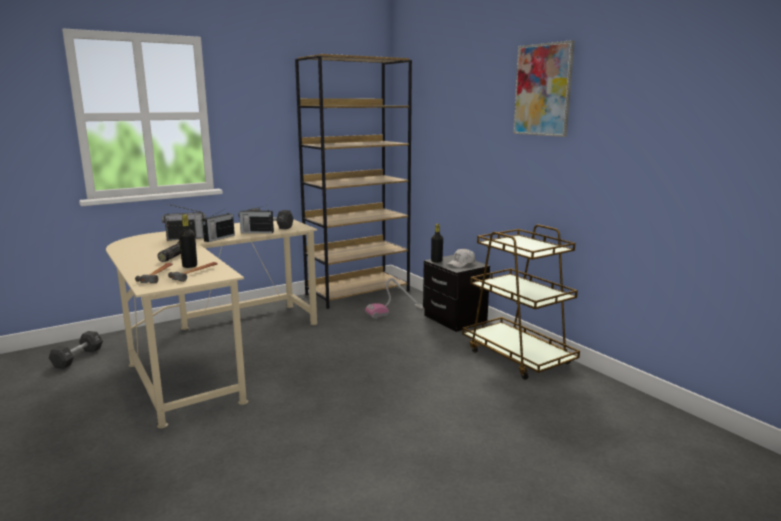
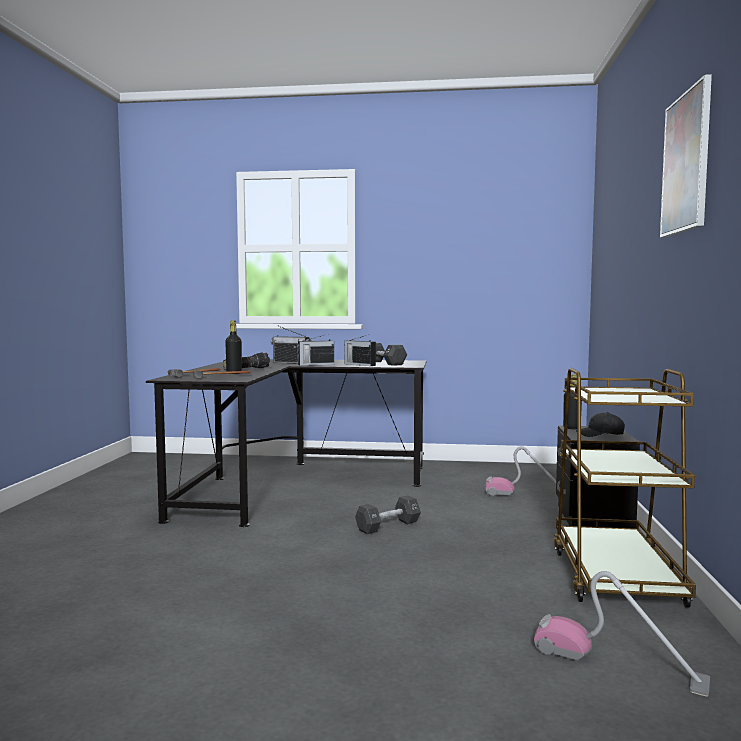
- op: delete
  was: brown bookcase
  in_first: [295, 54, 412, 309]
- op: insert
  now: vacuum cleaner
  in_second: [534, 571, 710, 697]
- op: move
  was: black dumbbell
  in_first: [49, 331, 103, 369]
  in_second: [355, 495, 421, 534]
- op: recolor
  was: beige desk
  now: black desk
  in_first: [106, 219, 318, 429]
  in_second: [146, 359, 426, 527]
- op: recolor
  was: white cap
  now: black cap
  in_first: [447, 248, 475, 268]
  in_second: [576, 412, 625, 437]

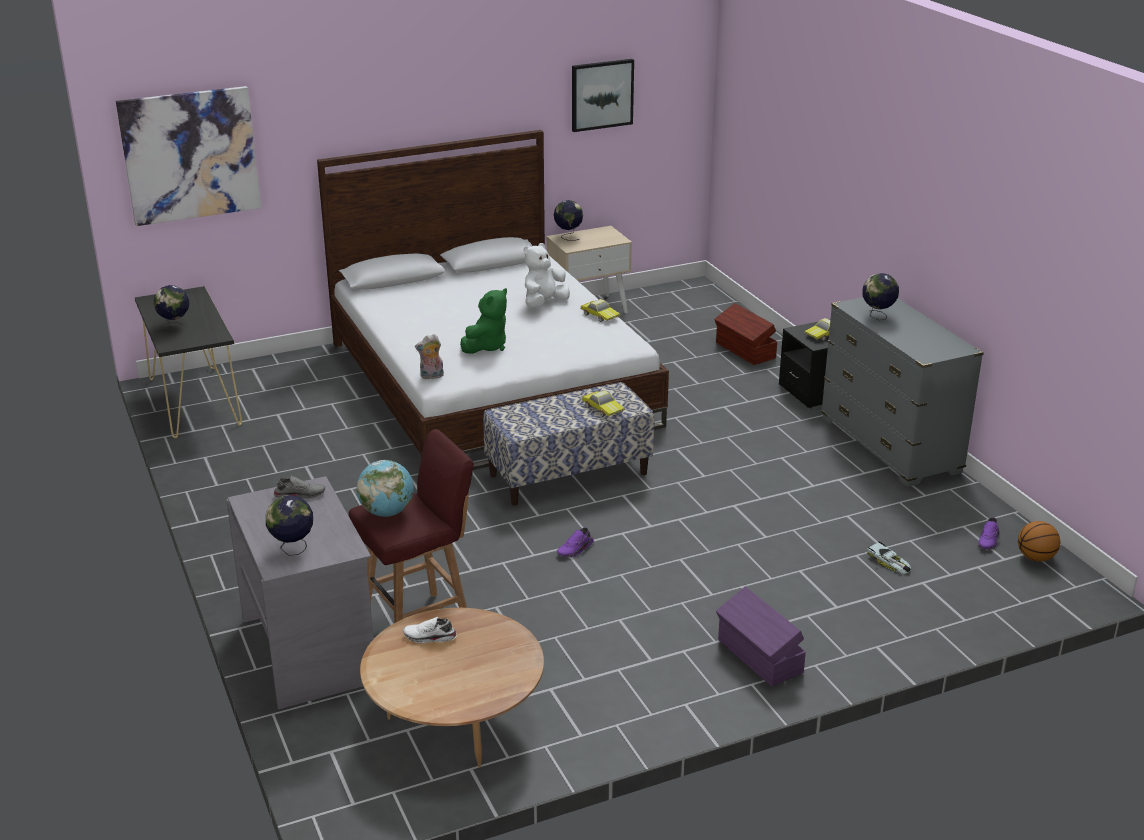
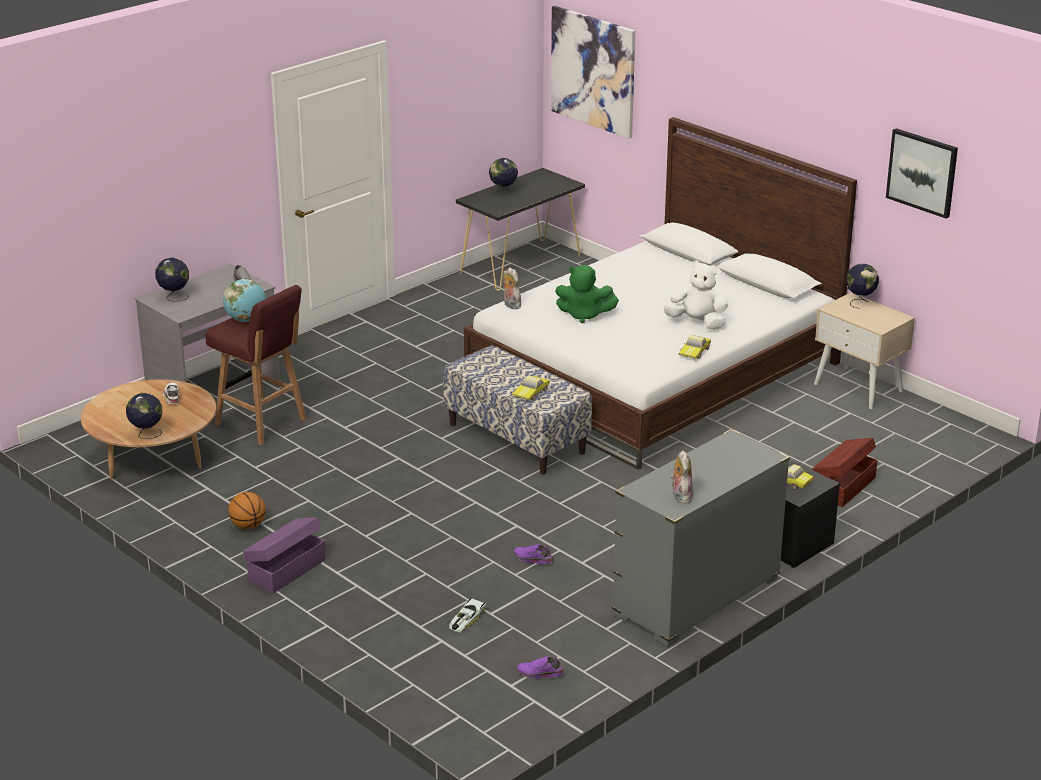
- op: insert
  now: plush toy
  in_second: [670, 450, 693, 504]
- op: move
  was: purple shoe
  in_first: [557, 527, 594, 558]
  in_second: [514, 544, 554, 565]
- op: move
  was: globe
  in_first: [862, 273, 899, 320]
  in_second: [126, 393, 162, 439]
- op: move
  was: basketball
  in_first: [1018, 521, 1060, 562]
  in_second: [228, 492, 266, 529]

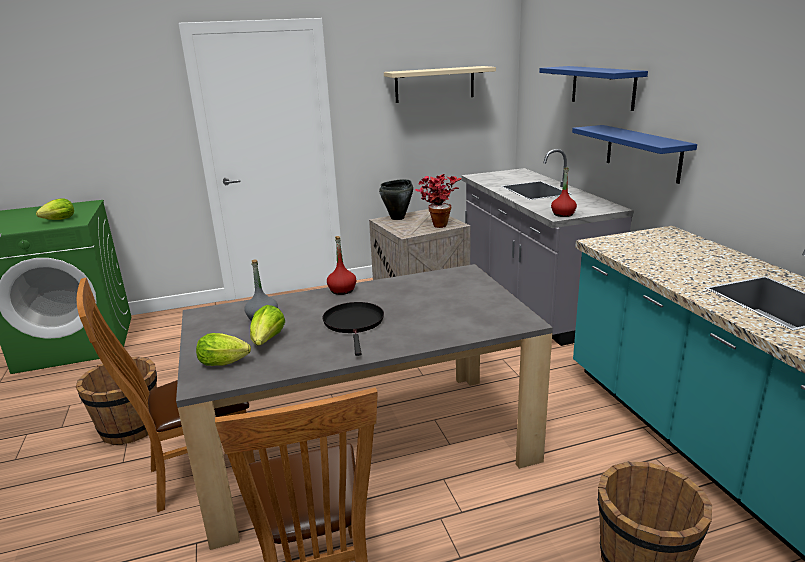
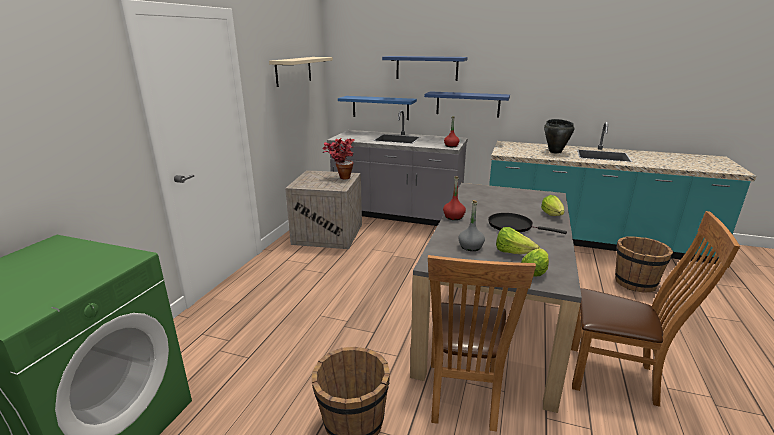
- op: insert
  now: blue shelf
  in_second: [338, 96, 417, 120]
- op: move
  was: lettuce
  in_first: [36, 198, 74, 220]
  in_second: [541, 195, 564, 216]
- op: move
  was: black cooking pot
  in_first: [379, 179, 413, 220]
  in_second: [544, 119, 574, 154]

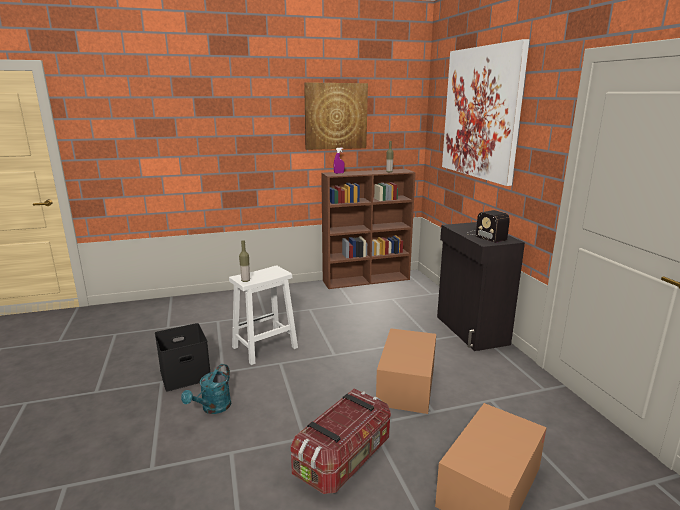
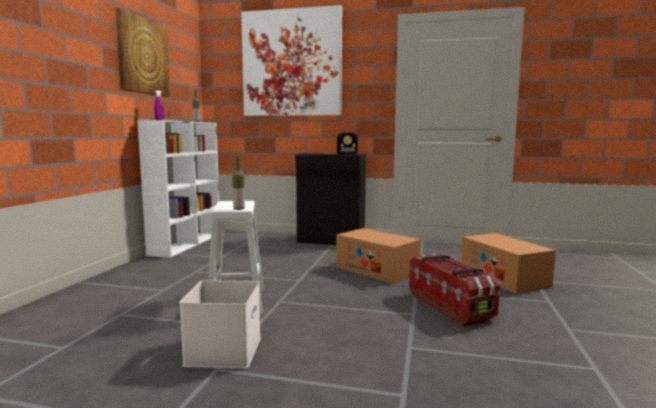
- op: delete
  was: turquoise watering can
  in_first: [181, 364, 231, 414]
- op: recolor
  was: black storage box
  now: white storage box
  in_first: [155, 323, 210, 392]
  in_second: [179, 280, 261, 369]
- op: recolor
  was: brown bookcase
  now: white bookcase
  in_first: [321, 169, 416, 289]
  in_second: [137, 120, 219, 258]

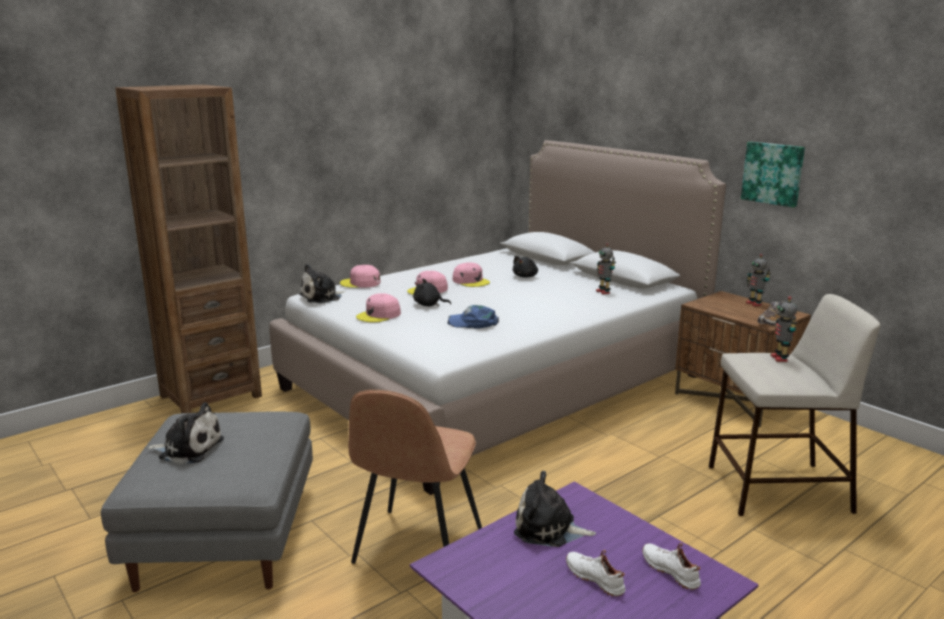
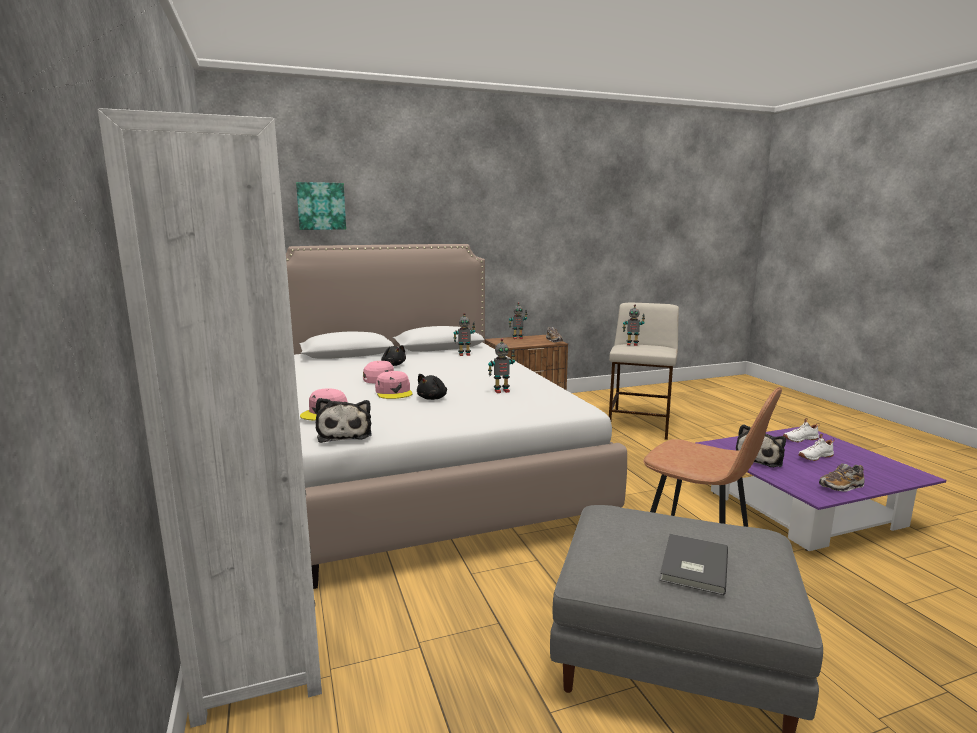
- op: delete
  was: pink cap
  in_first: [356, 293, 401, 322]
- op: insert
  now: shoe
  in_second: [819, 463, 865, 492]
- op: move
  was: picture
  in_first: [741, 142, 805, 208]
  in_second: [296, 182, 346, 230]
- op: replace
  was: plush toy
  now: grey book
  in_first: [147, 402, 224, 464]
  in_second: [660, 534, 728, 595]
- op: replace
  was: blue cap
  now: toy robot
  in_first: [447, 305, 499, 329]
  in_second: [488, 338, 515, 393]
- op: recolor
  was: brown bookcase
  now: white bookcase
  in_first: [115, 85, 262, 413]
  in_second: [97, 108, 322, 728]

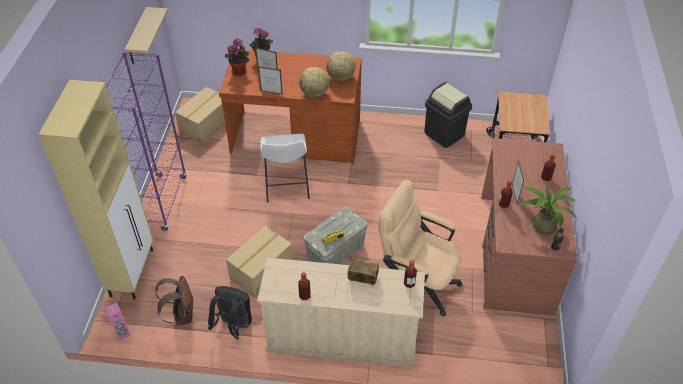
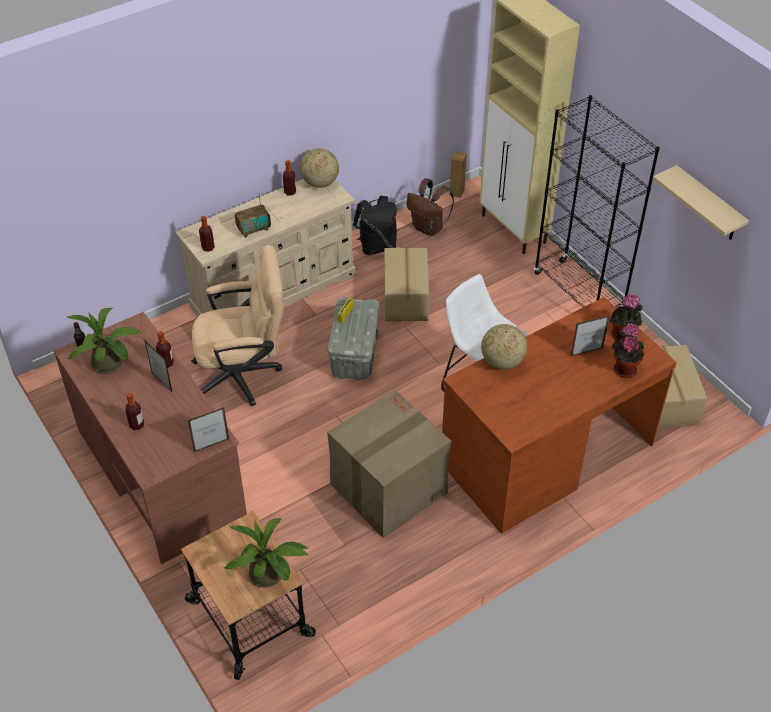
- op: delete
  was: black trash can
  in_first: [424, 82, 472, 148]
- op: insert
  now: potted plant
  in_second: [224, 518, 309, 588]
- op: insert
  now: cardboard box
  in_second: [327, 389, 451, 538]
- op: move
  was: picture frame
  in_first: [258, 66, 283, 95]
  in_second: [187, 407, 229, 452]
- op: move
  was: globe
  in_first: [326, 51, 356, 81]
  in_second: [300, 148, 339, 188]
- op: recolor
  was: pink speaker
  now: brown speaker
  in_first: [105, 302, 131, 341]
  in_second: [450, 152, 467, 198]
- op: recolor
  was: purple bookcase
  now: black bookcase
  in_first: [106, 52, 187, 231]
  in_second: [534, 95, 660, 308]

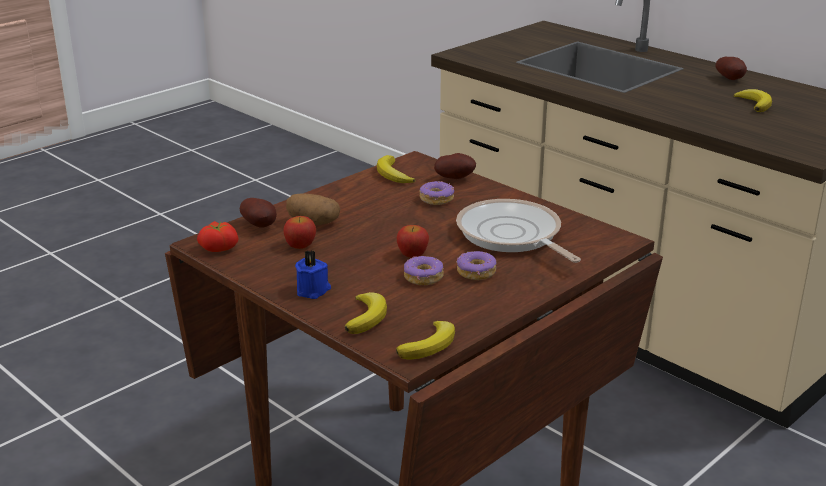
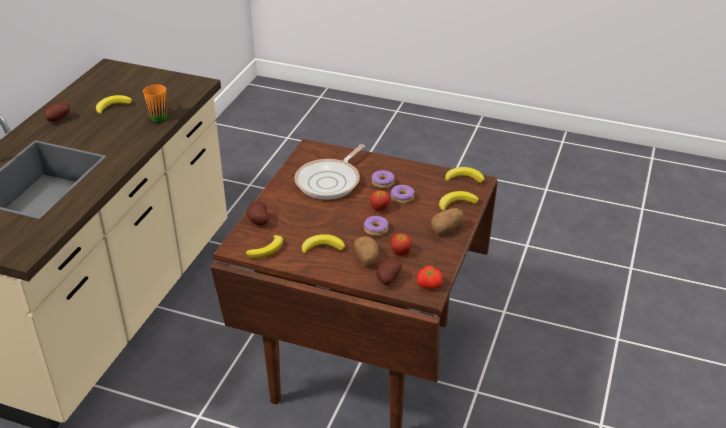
- op: insert
  now: orange mug
  in_second: [143, 84, 167, 123]
- op: insert
  now: banana
  in_second: [302, 234, 345, 255]
- op: move
  was: donut
  in_first: [420, 181, 454, 205]
  in_second: [364, 216, 389, 236]
- op: replace
  was: blue candle
  now: potato
  in_first: [295, 250, 331, 299]
  in_second: [431, 208, 463, 234]

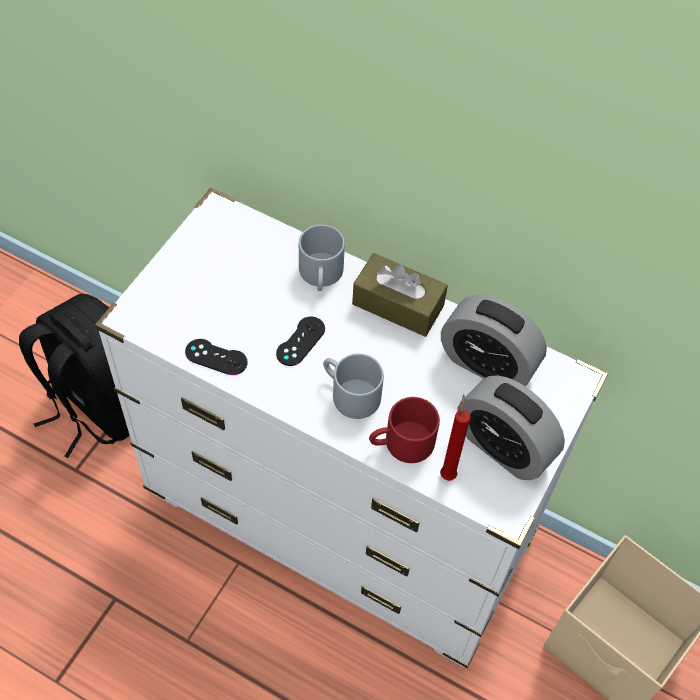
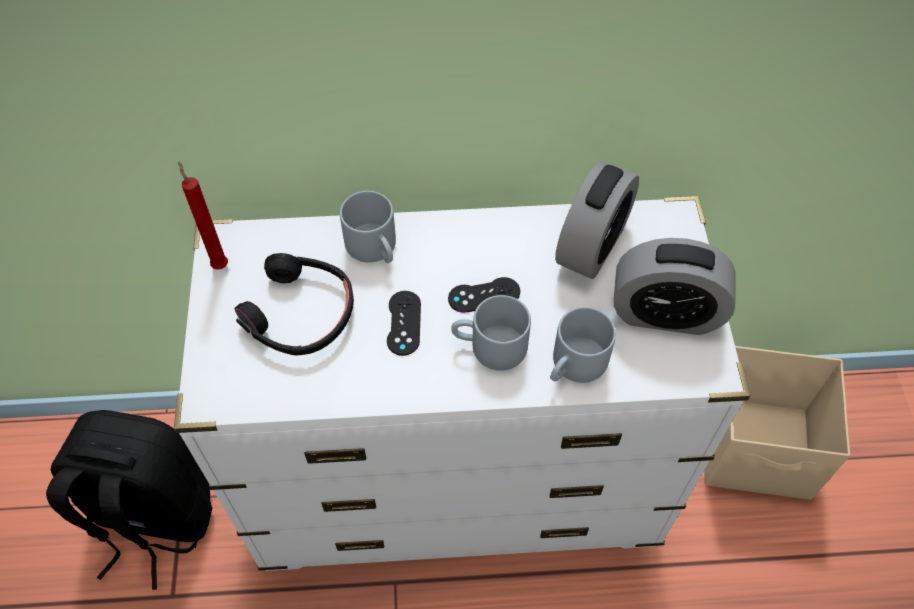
- op: delete
  was: brown tissue box
  in_first: [352, 253, 448, 337]
- op: insert
  now: black headphones
  in_second: [235, 253, 354, 355]
- op: move
  was: black game controller
  in_first: [185, 339, 248, 375]
  in_second: [448, 277, 520, 313]
- op: move
  was: red candle
  in_first: [440, 395, 471, 481]
  in_second: [178, 161, 228, 270]
- op: recolor
  was: red mug
  now: grey mug
  in_first: [369, 397, 440, 463]
  in_second: [550, 307, 616, 383]
- op: rotate
  was: alarm clock
  in_first: [441, 295, 547, 386]
  in_second: [555, 161, 639, 279]
  clockwise: -60

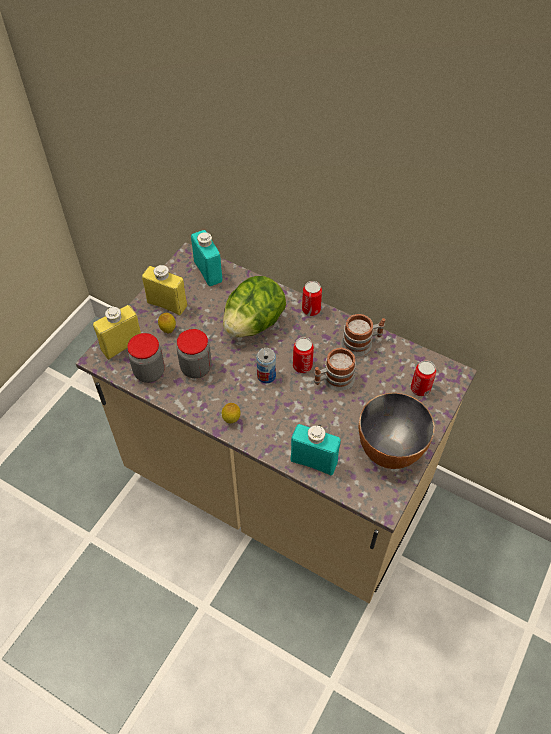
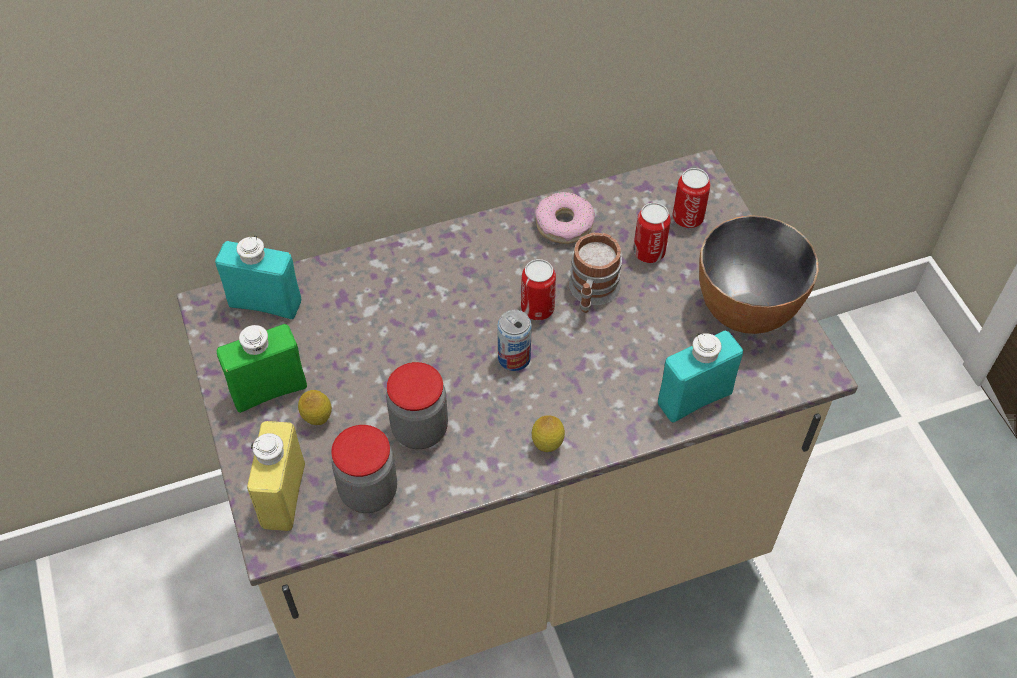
- op: delete
  was: lettuce
  in_first: [223, 276, 286, 338]
- op: move
  was: can
  in_first: [302, 281, 322, 316]
  in_second: [633, 203, 671, 263]
- op: replace
  was: mug
  now: donut
  in_first: [341, 314, 386, 356]
  in_second: [535, 192, 595, 244]
- op: recolor
  was: yellow bottle
  now: green bottle
  in_first: [142, 265, 187, 315]
  in_second: [217, 324, 307, 413]

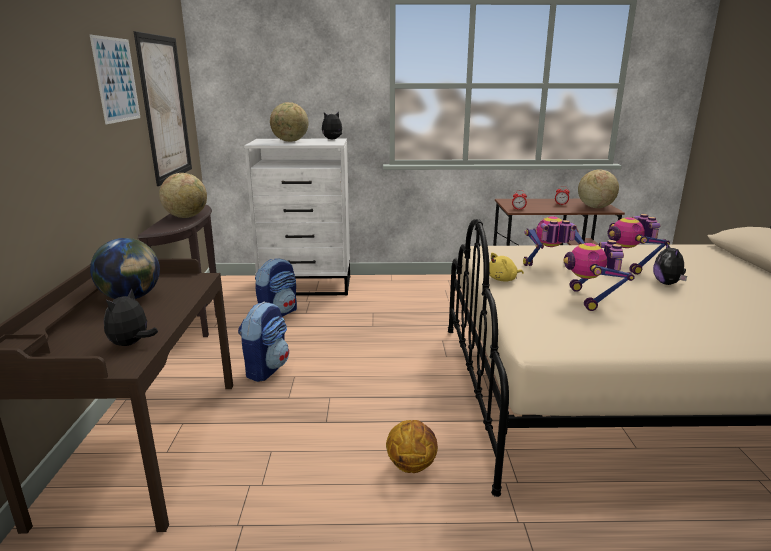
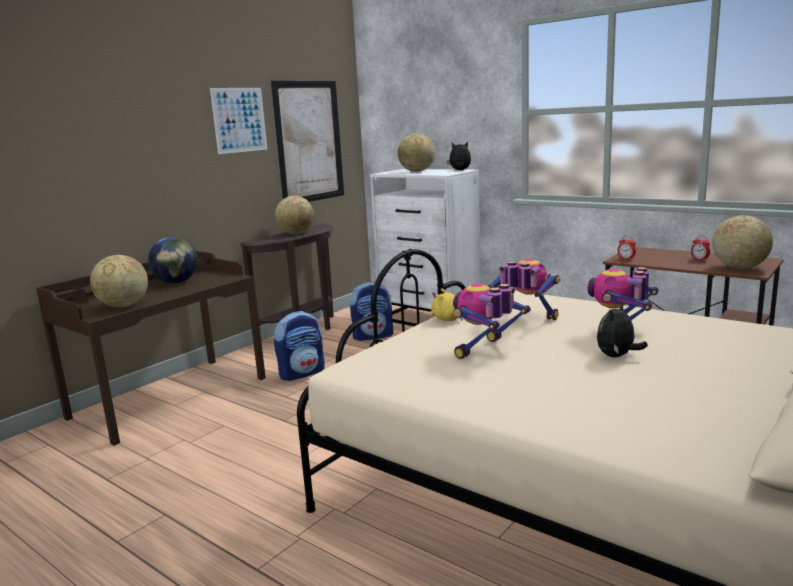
- op: delete
  was: basketball
  in_first: [386, 420, 438, 473]
- op: replace
  was: plush toy
  now: globe
  in_first: [104, 288, 158, 346]
  in_second: [90, 255, 148, 308]

